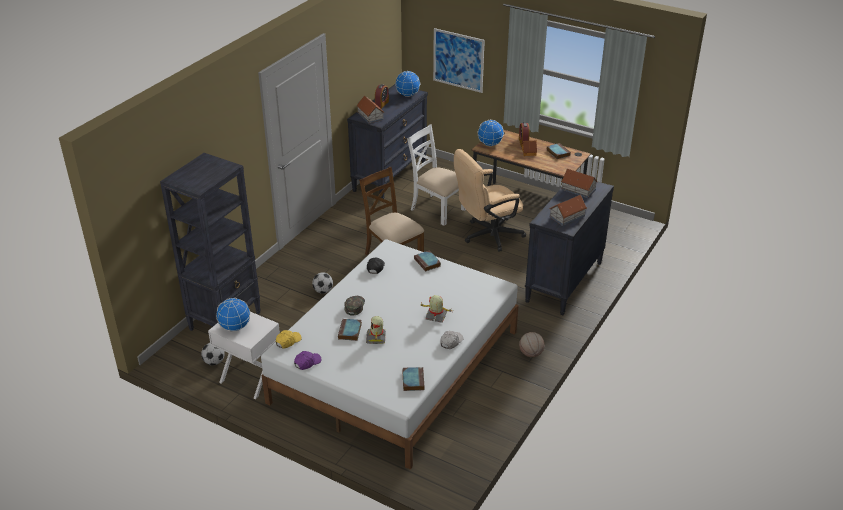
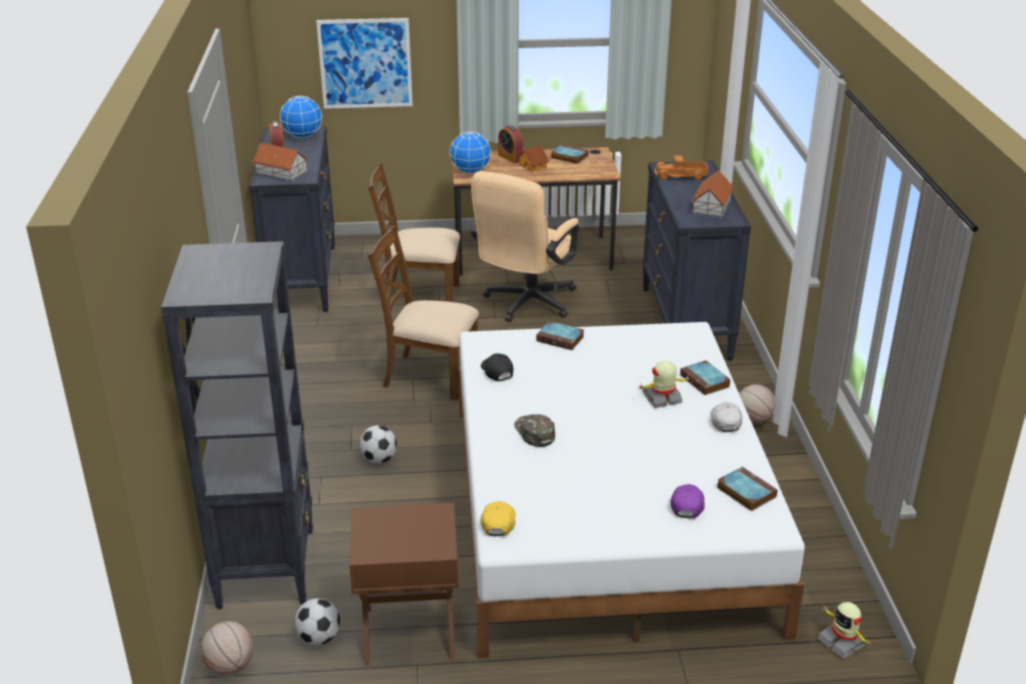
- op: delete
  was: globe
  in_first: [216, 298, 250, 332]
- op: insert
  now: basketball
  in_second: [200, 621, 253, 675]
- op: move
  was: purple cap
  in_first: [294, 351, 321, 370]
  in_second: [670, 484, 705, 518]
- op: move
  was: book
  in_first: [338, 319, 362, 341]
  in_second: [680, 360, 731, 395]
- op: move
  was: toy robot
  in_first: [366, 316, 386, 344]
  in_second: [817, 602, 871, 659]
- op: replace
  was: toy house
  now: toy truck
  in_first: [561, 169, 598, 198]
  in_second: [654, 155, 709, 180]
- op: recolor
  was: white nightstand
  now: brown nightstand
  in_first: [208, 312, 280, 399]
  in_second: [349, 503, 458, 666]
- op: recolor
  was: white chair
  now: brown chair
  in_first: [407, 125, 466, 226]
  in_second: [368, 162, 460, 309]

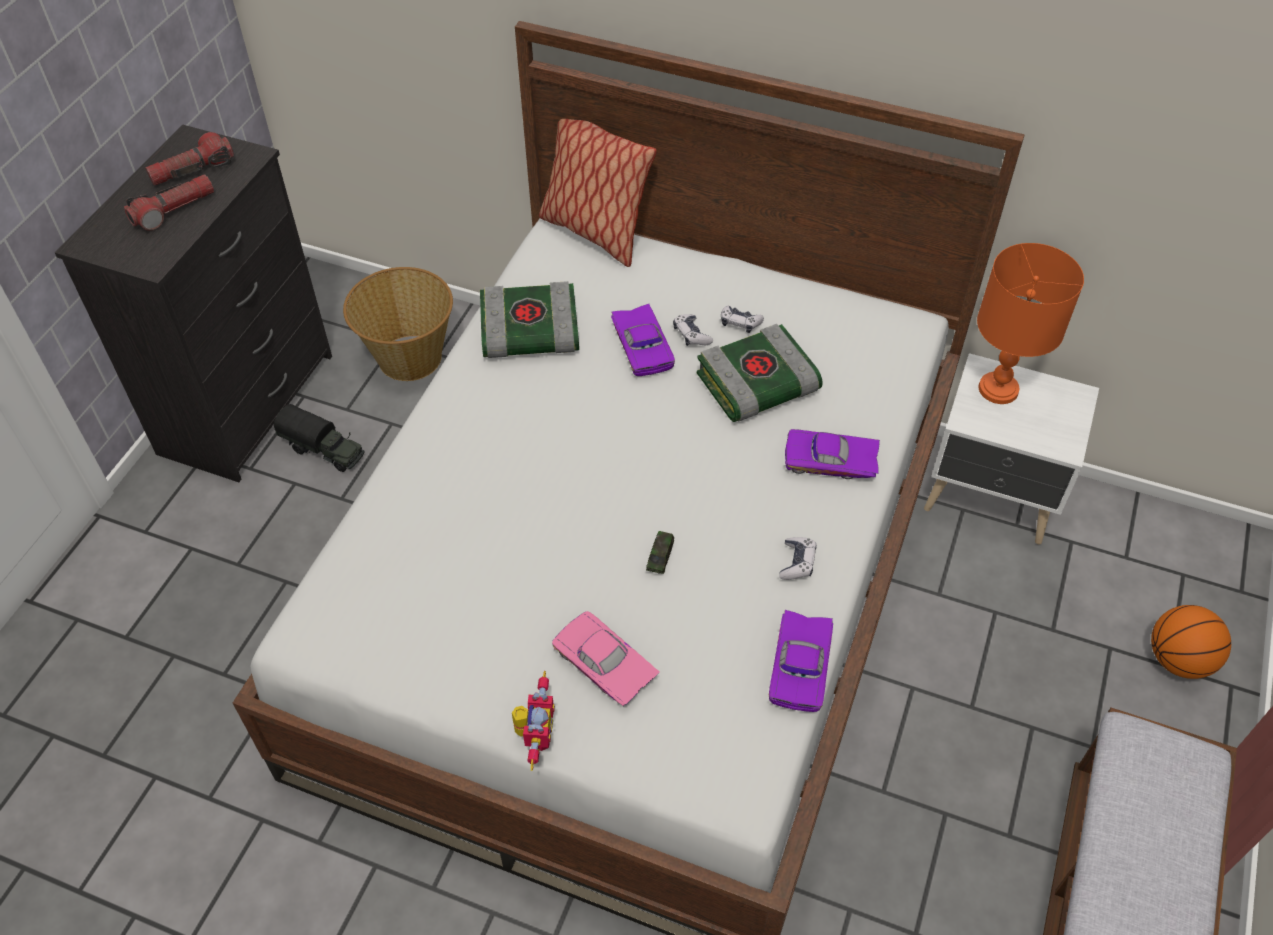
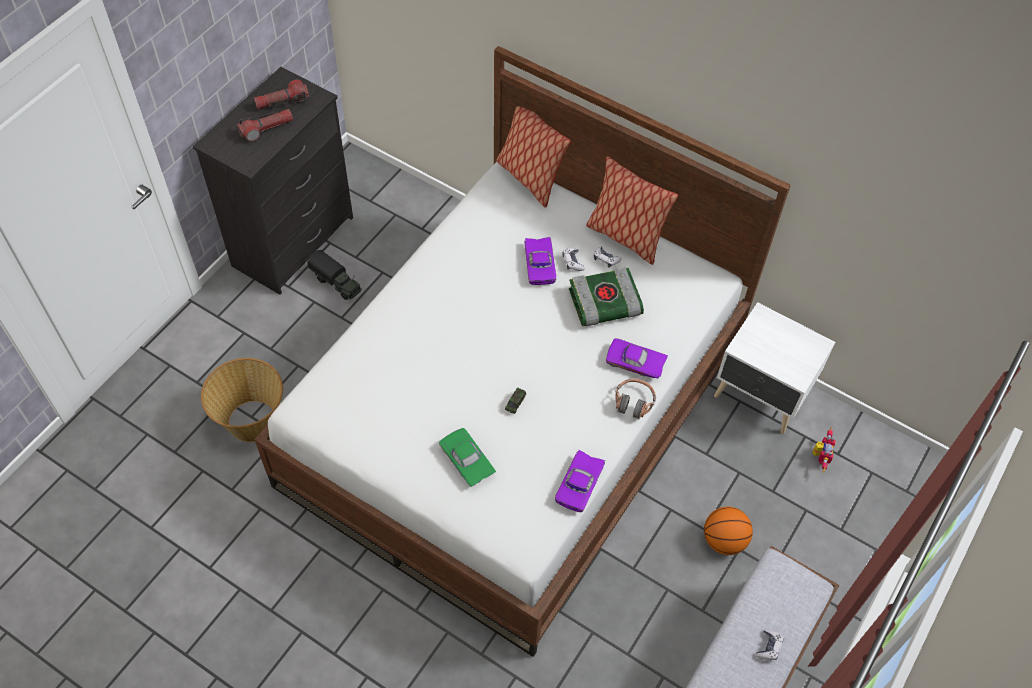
- op: delete
  was: book
  in_first: [480, 281, 579, 358]
- op: delete
  was: orange table lamp
  in_first: [977, 243, 1084, 404]
- op: insert
  now: pillow
  in_second: [586, 156, 678, 265]
- op: insert
  now: headphones
  in_second: [616, 378, 656, 420]
- op: move
  was: basket
  in_first: [343, 267, 453, 381]
  in_second: [201, 358, 283, 442]
- op: move
  was: toy robot
  in_first: [512, 671, 555, 771]
  in_second: [812, 428, 836, 472]
- op: move
  was: game controller
  in_first: [779, 537, 817, 580]
  in_second: [756, 629, 784, 660]
- op: move
  was: basketball
  in_first: [1151, 605, 1231, 679]
  in_second: [704, 507, 753, 555]
- op: recolor
  was: pink toy car
  now: green toy car
  in_first: [552, 611, 660, 706]
  in_second: [439, 428, 496, 487]

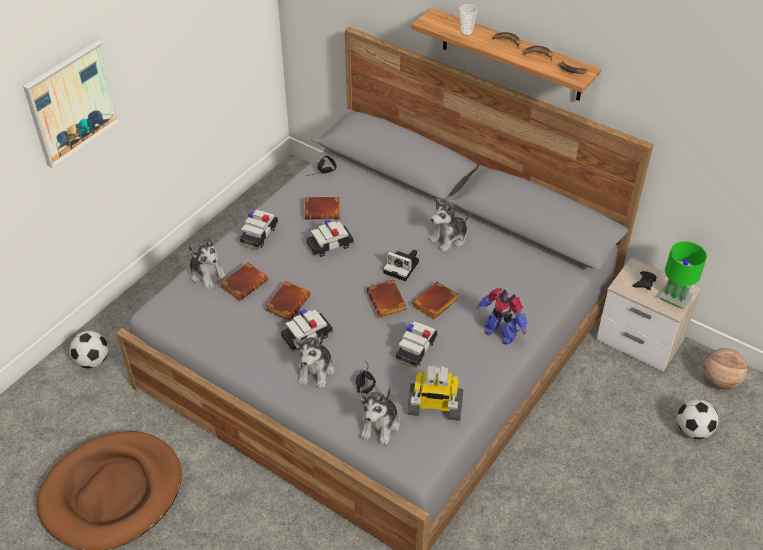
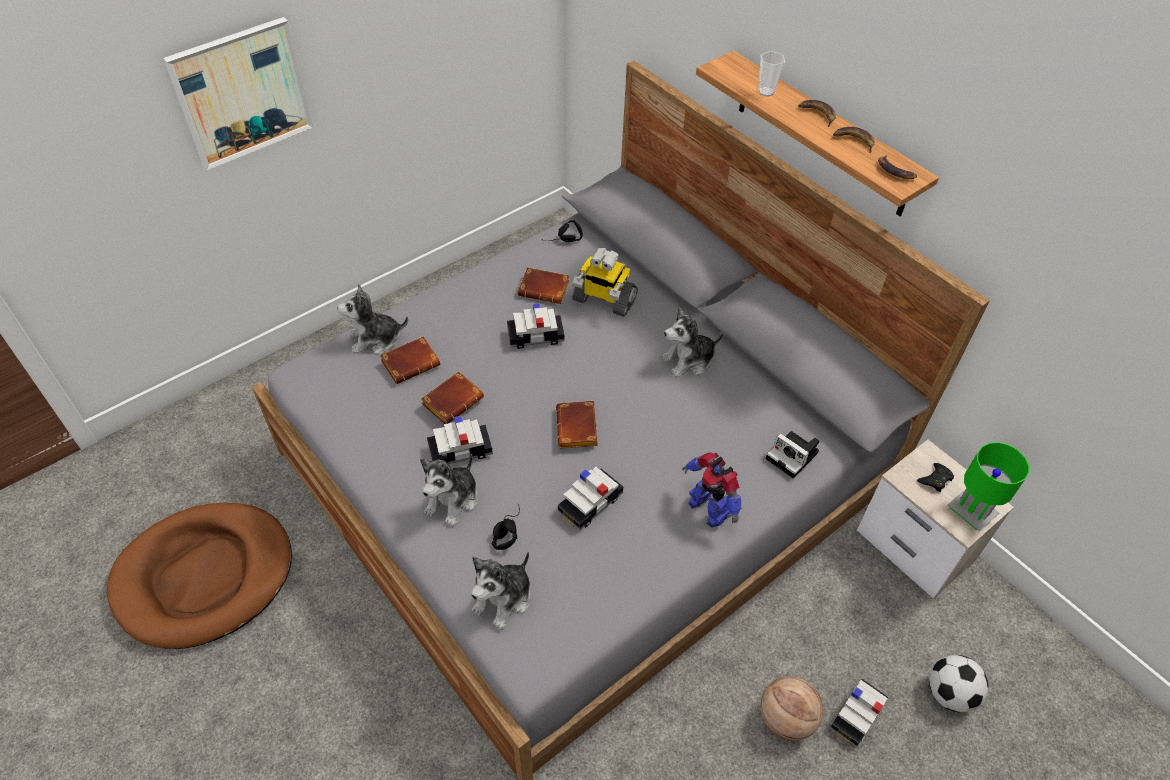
- op: delete
  was: football
  in_first: [69, 331, 108, 368]
- op: delete
  was: brown book
  in_first: [412, 282, 459, 319]
- op: move
  was: toy car
  in_first: [240, 209, 278, 249]
  in_second: [830, 679, 888, 748]
- op: move
  was: photo camera
  in_first: [383, 250, 419, 281]
  in_second: [766, 431, 820, 478]
- op: move
  was: toy robot
  in_first: [407, 365, 464, 421]
  in_second: [572, 248, 638, 317]
- op: move
  was: basketball
  in_first: [703, 348, 747, 390]
  in_second: [761, 676, 823, 741]
- op: rotate
  was: plush toy
  in_first: [189, 237, 228, 289]
  in_second: [337, 284, 408, 355]
  clockwise: 105

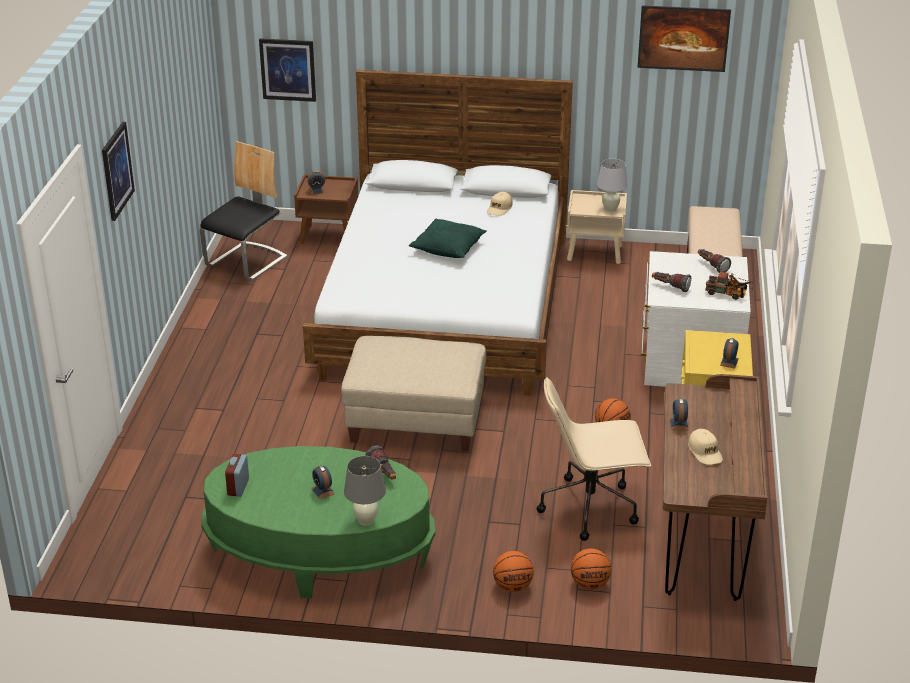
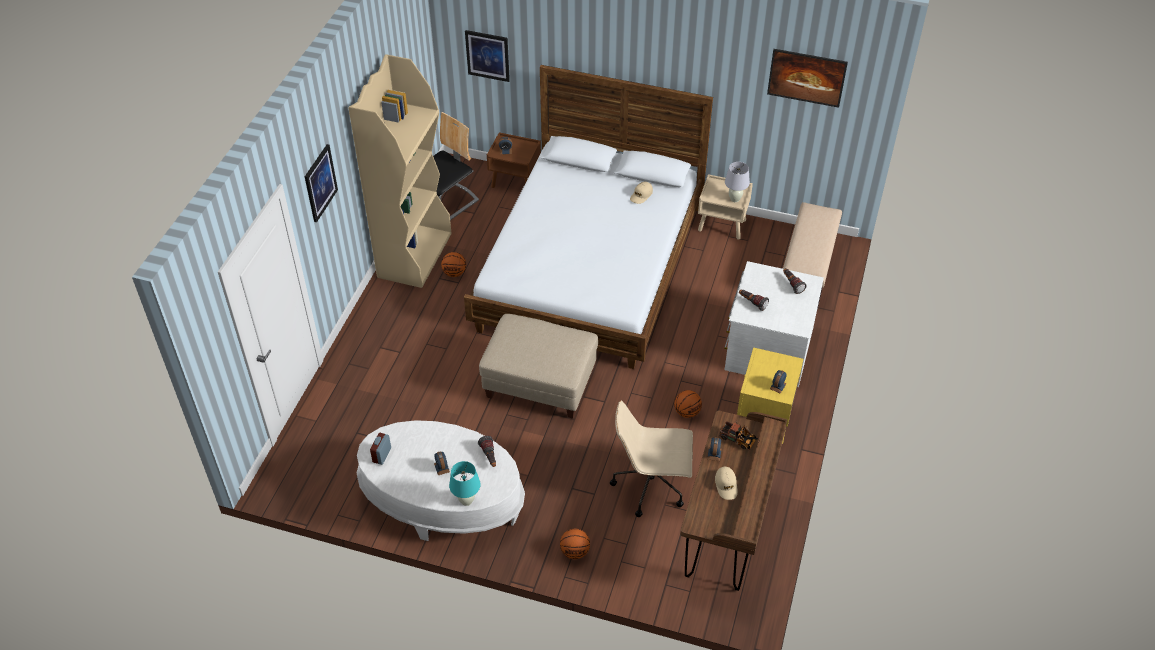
- op: delete
  was: green pillow
  in_first: [409, 219, 487, 258]
- op: insert
  now: beige bookcase
  in_second: [348, 54, 452, 288]
- op: move
  was: basketball
  in_first: [571, 548, 612, 590]
  in_second: [441, 252, 466, 277]
- op: move
  was: toy truck
  in_first: [705, 271, 753, 300]
  in_second: [719, 421, 760, 450]
- op: recolor
  was: green coffee table
  now: white coffee table
  in_first: [201, 446, 436, 598]
  in_second: [357, 420, 525, 541]
- op: recolor
  was: grey table lamp
  now: turquoise table lamp
  in_first: [344, 456, 386, 526]
  in_second: [449, 461, 481, 506]

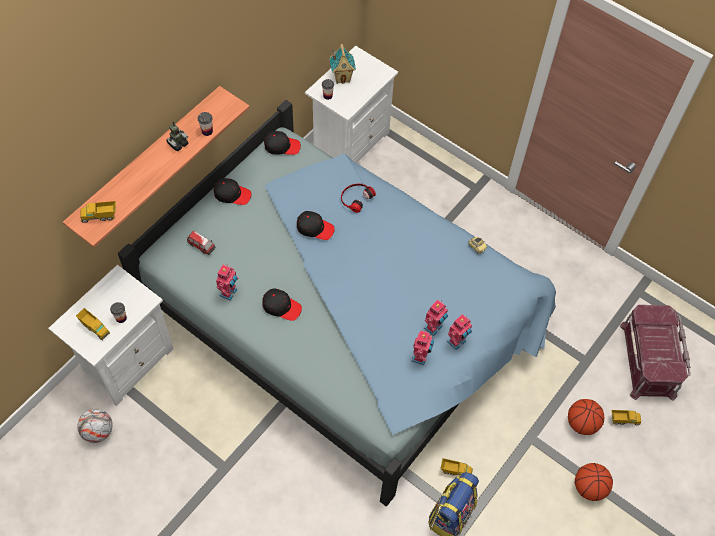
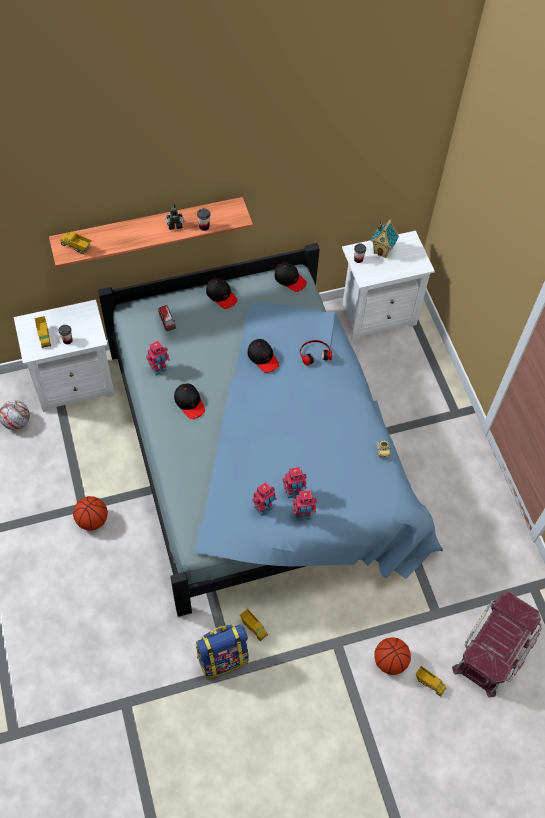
- op: move
  was: basketball
  in_first: [575, 463, 613, 501]
  in_second: [73, 496, 108, 530]

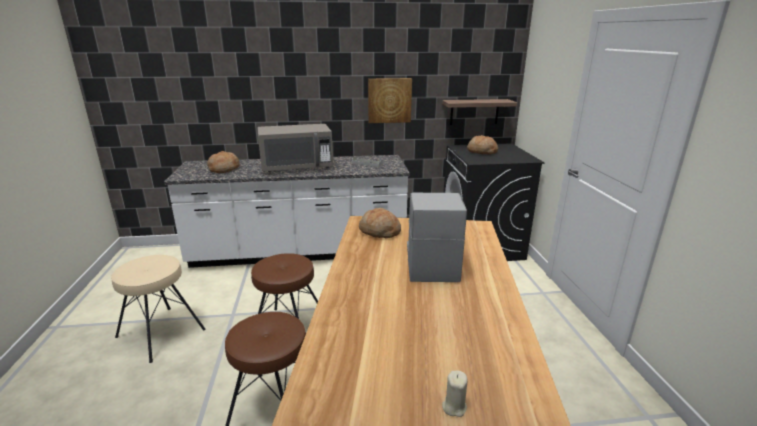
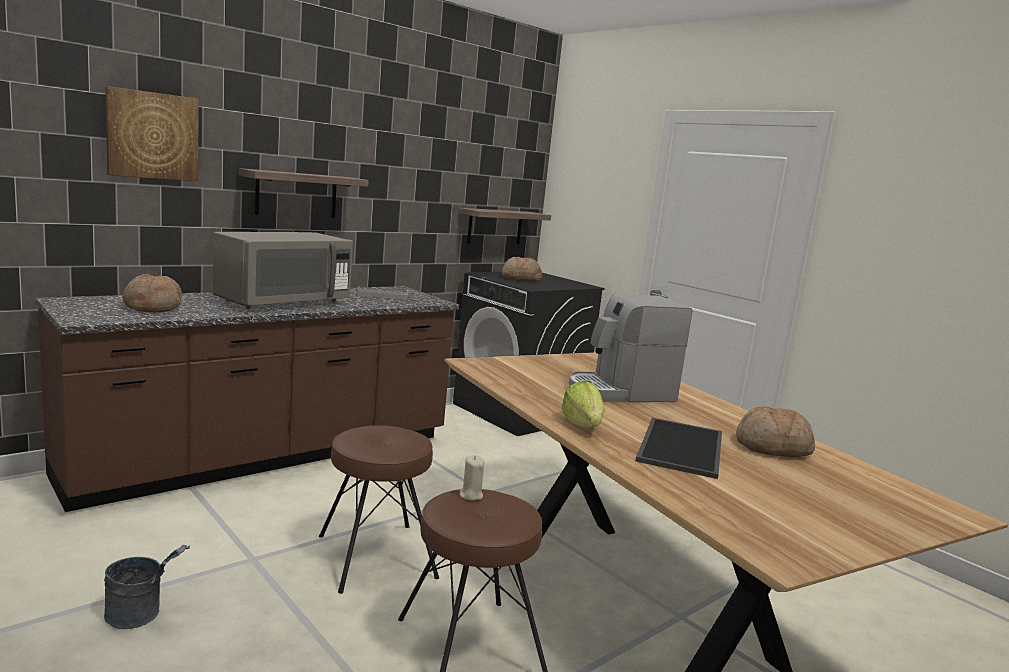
- op: insert
  now: shelf
  in_second: [239, 168, 369, 218]
- op: insert
  now: lettuce
  in_second: [562, 381, 605, 428]
- op: insert
  now: tray
  in_second: [636, 418, 722, 479]
- op: move
  was: bread
  in_first: [359, 208, 401, 238]
  in_second: [736, 405, 815, 457]
- op: move
  was: picture
  in_first: [368, 78, 412, 123]
  in_second: [105, 86, 199, 181]
- op: move
  was: beige candle
  in_first: [442, 371, 468, 417]
  in_second: [459, 455, 484, 501]
- op: replace
  was: beige stool
  now: grey bucket
  in_first: [111, 255, 206, 363]
  in_second: [104, 545, 190, 629]
- op: recolor
  was: white counter
  now: brown counter
  in_first: [164, 155, 410, 268]
  in_second: [35, 286, 459, 512]
- op: rotate
  was: coffee machine
  in_first: [407, 193, 467, 282]
  in_second: [569, 294, 692, 402]
  clockwise: -75

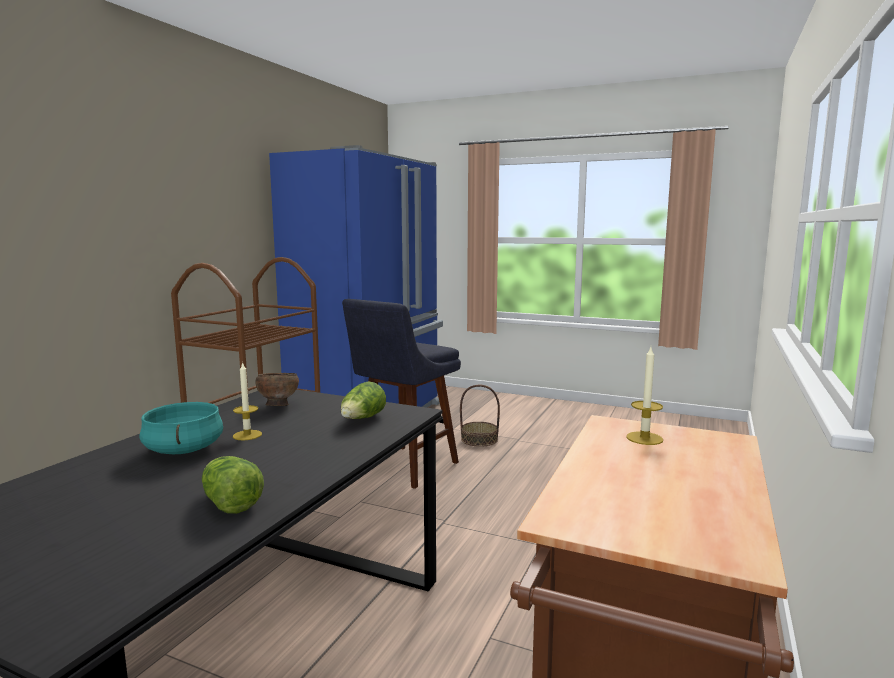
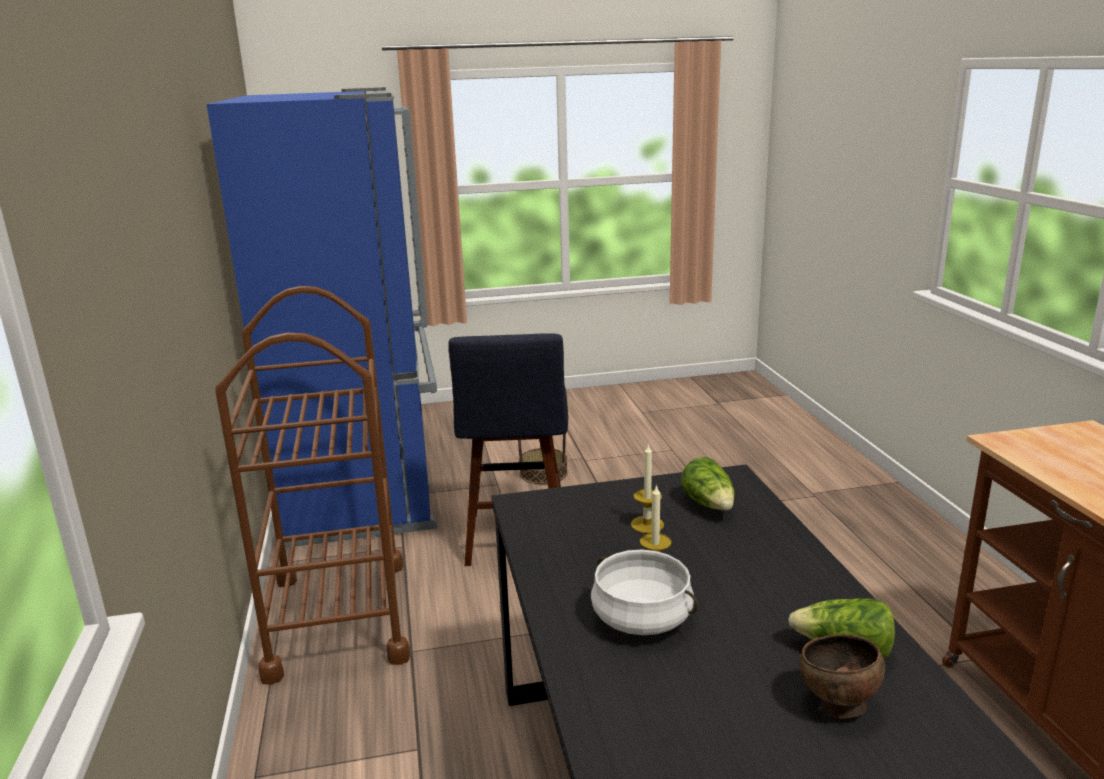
- op: move
  was: brown bowl
  in_first: [255, 373, 299, 406]
  in_second: [799, 634, 885, 719]
- op: move
  was: candle
  in_first: [626, 347, 663, 445]
  in_second: [631, 444, 664, 533]
- op: recolor
  was: turquoise cooking pot
  now: white cooking pot
  in_first: [140, 402, 223, 454]
  in_second: [591, 549, 698, 635]

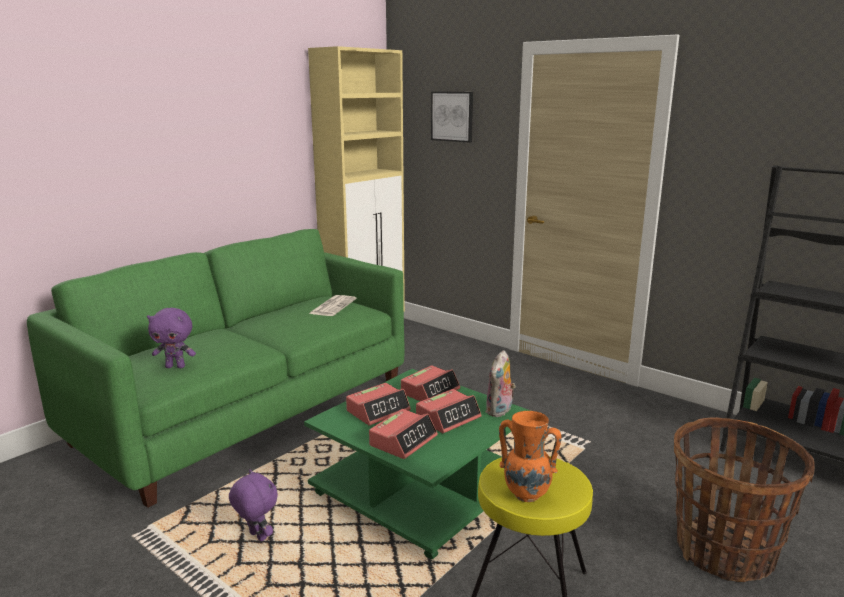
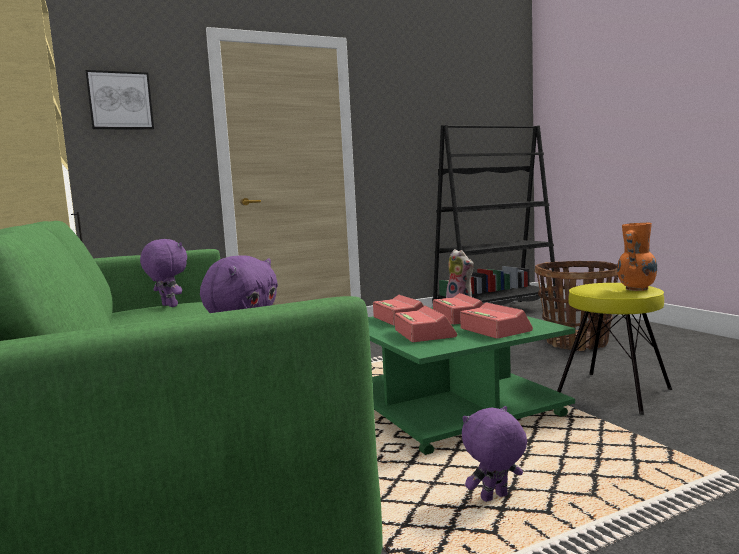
- op: replace
  was: newspaper
  now: purple plush toy
  in_first: [309, 295, 356, 316]
  in_second: [140, 239, 187, 307]

